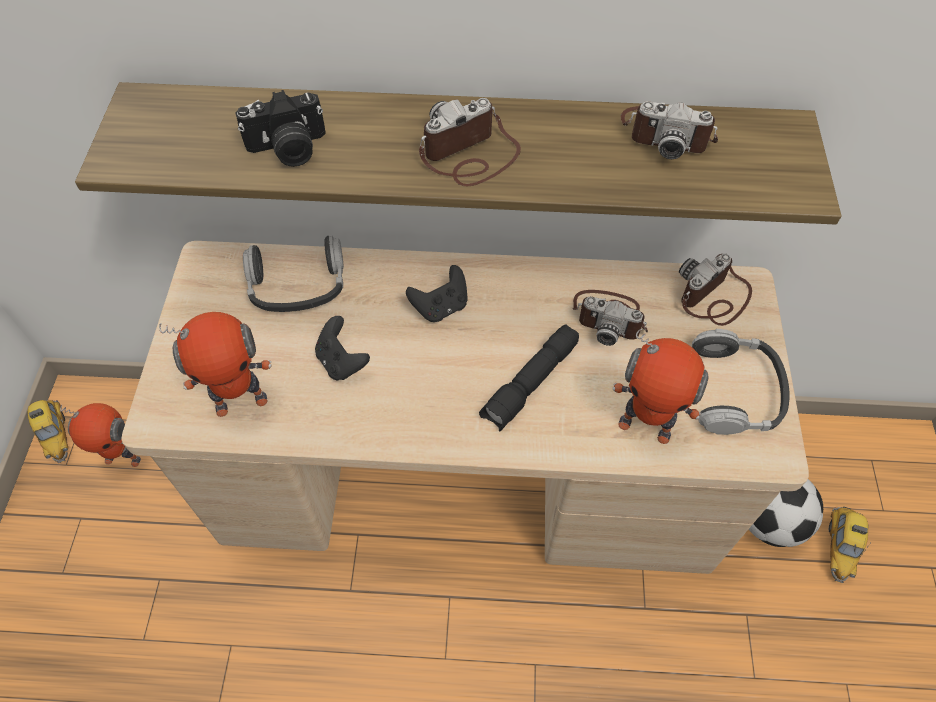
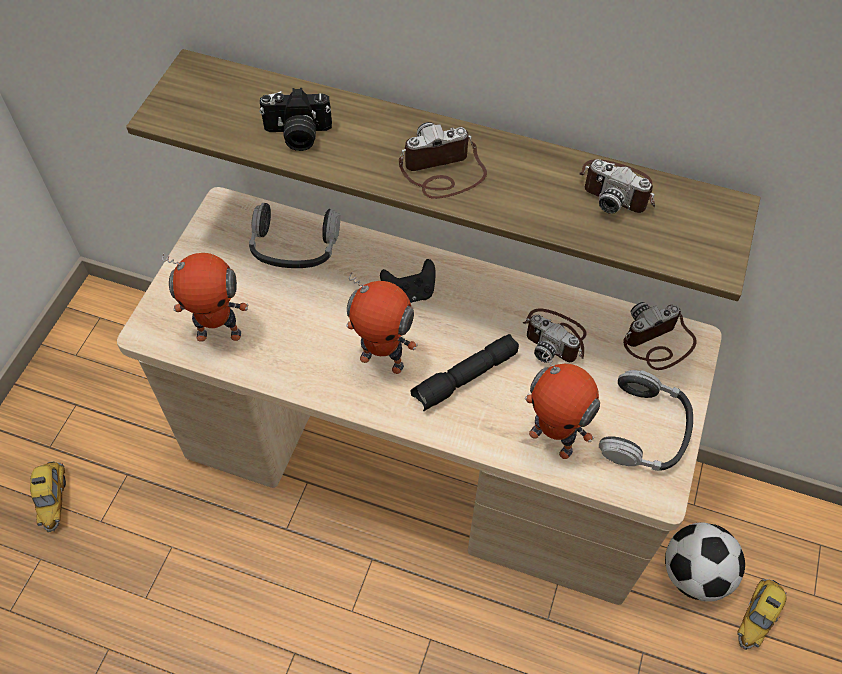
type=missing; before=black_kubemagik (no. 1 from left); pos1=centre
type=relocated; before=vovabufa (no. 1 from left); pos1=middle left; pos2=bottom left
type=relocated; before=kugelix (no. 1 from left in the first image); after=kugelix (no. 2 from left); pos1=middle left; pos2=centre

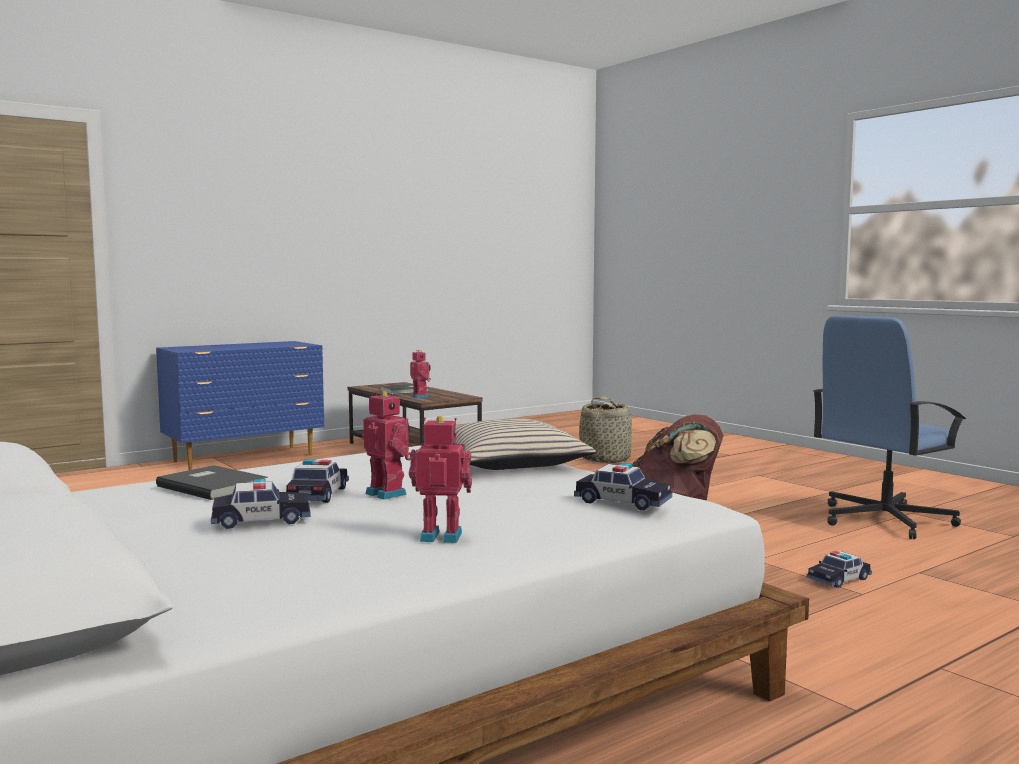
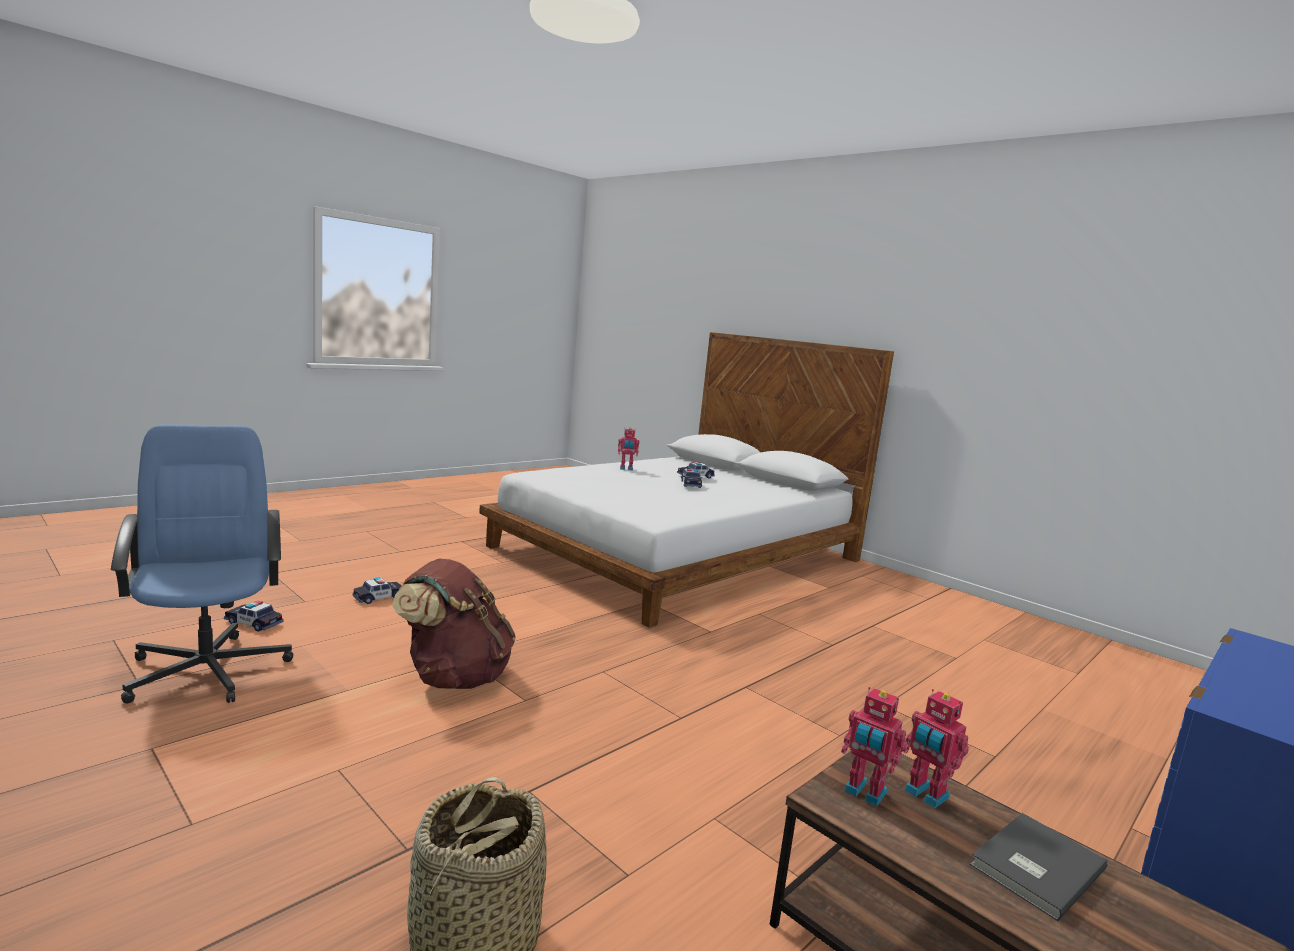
type=spun; before=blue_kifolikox; pos1=middle right; pos2=middle left; turn=-75
type=relocated; before=kugelix (no. 1 from left in the first image); after=kugelix (no. 2 from left); pos1=centre; pos2=bottom right
type=missing; before=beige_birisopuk; pos1=centre
type=relocated; before=vovabufa (no. 3 from left in the first image); after=vovabufa (no. 1 from left); pos1=centre; pos2=middle left
type=missing; before=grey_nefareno (no. 1 from left); pos1=middle left

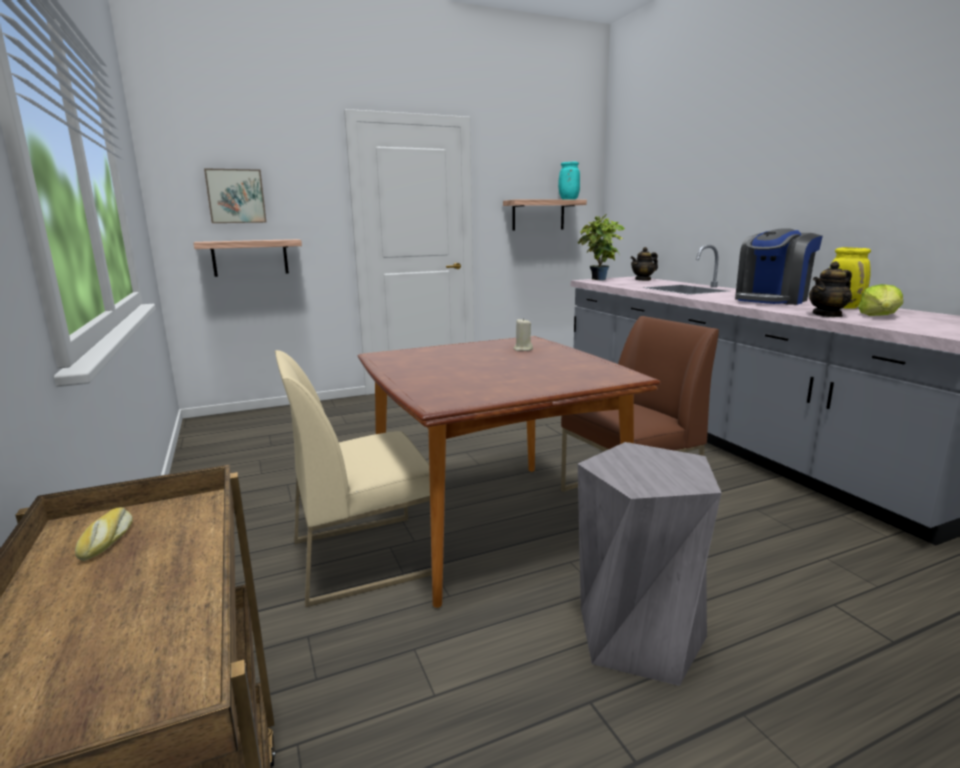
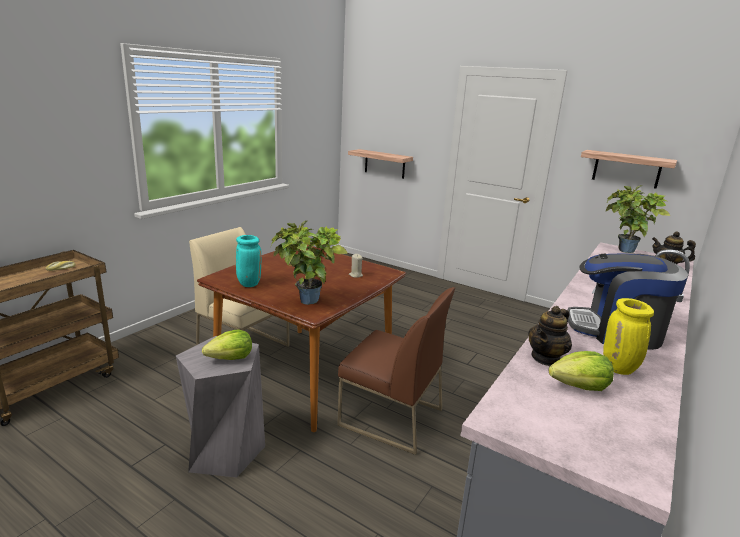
type=relocated; before=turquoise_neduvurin; pos1=top centre; pos2=centre
type=missing; before=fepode; pos1=top left
type=spun; before=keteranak (no. 2 from left in the first image); pos1=middle right; pos2=middle right; turn=-75
type=appeared; after=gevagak (no. 1 from left); pos2=centre
type=appeared; after=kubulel (no. 1 from left); pos2=middle left

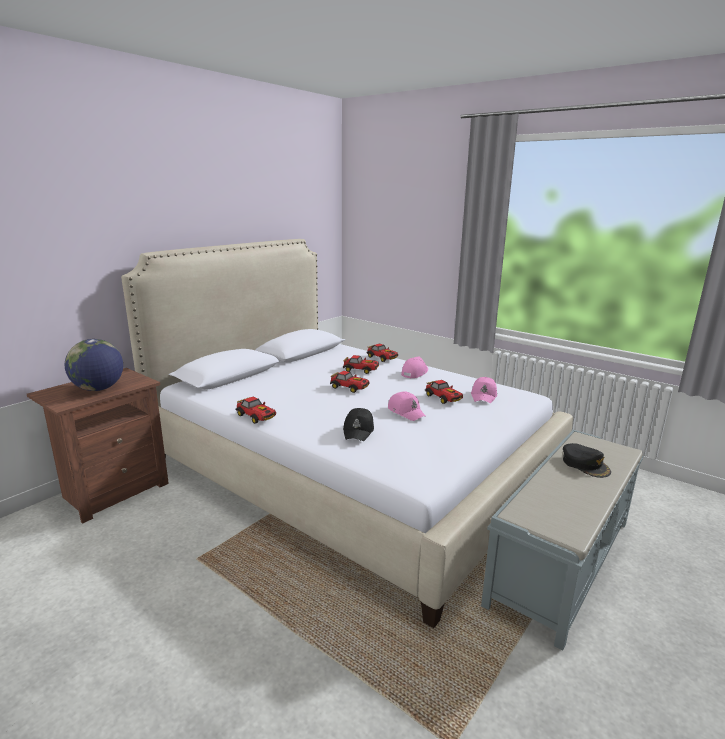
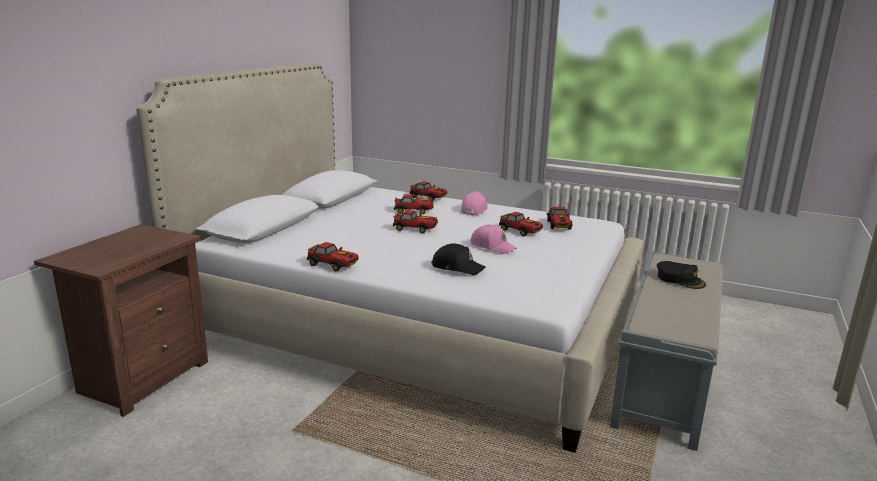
type=missing; before=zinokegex; pos1=middle left
type=exchanged; before=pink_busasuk (no. 3 from left); after=vovabufa (no. 6 from left); pos1=middle right; pos2=centre
type=spun; before=black_busasuk (no. 1 from left); pos1=centre; pos2=centre; turn=-60

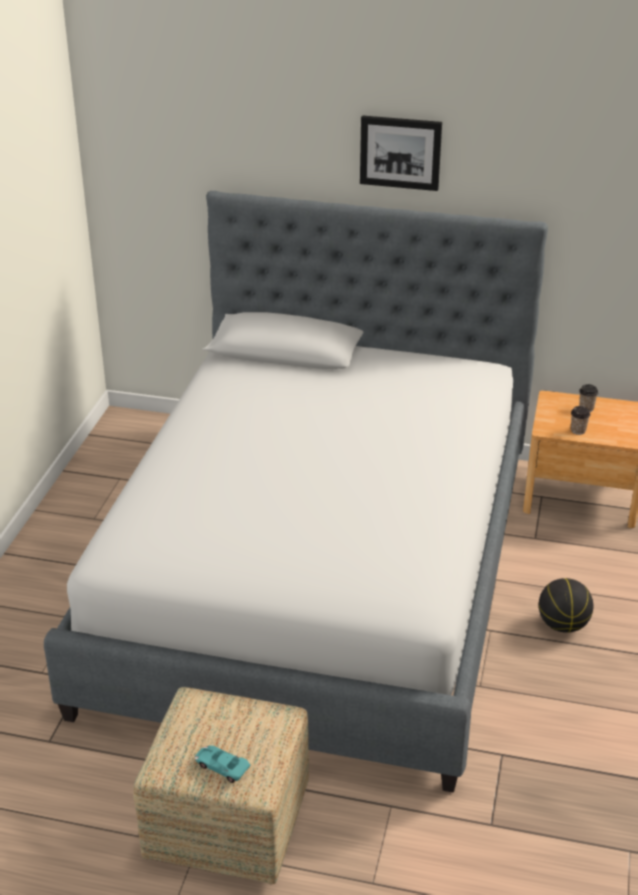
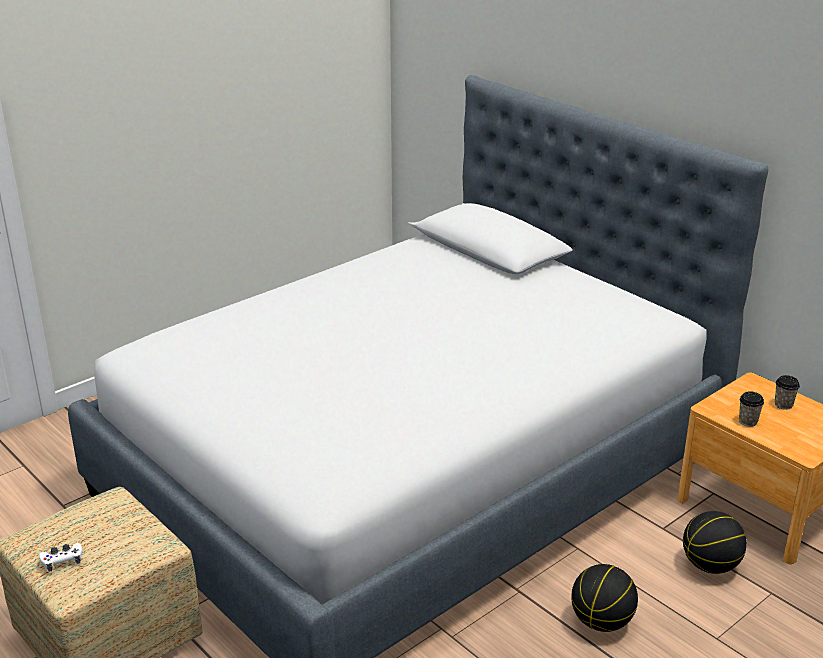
type=missing; before=fepode; pos1=top centre
type=exchanged; before=turquoise_vovabufa; after=white_kubemagik; pos1=bottom centre; pos2=bottom left
type=appeared; after=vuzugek (no. 2 from left); pos2=bottom right

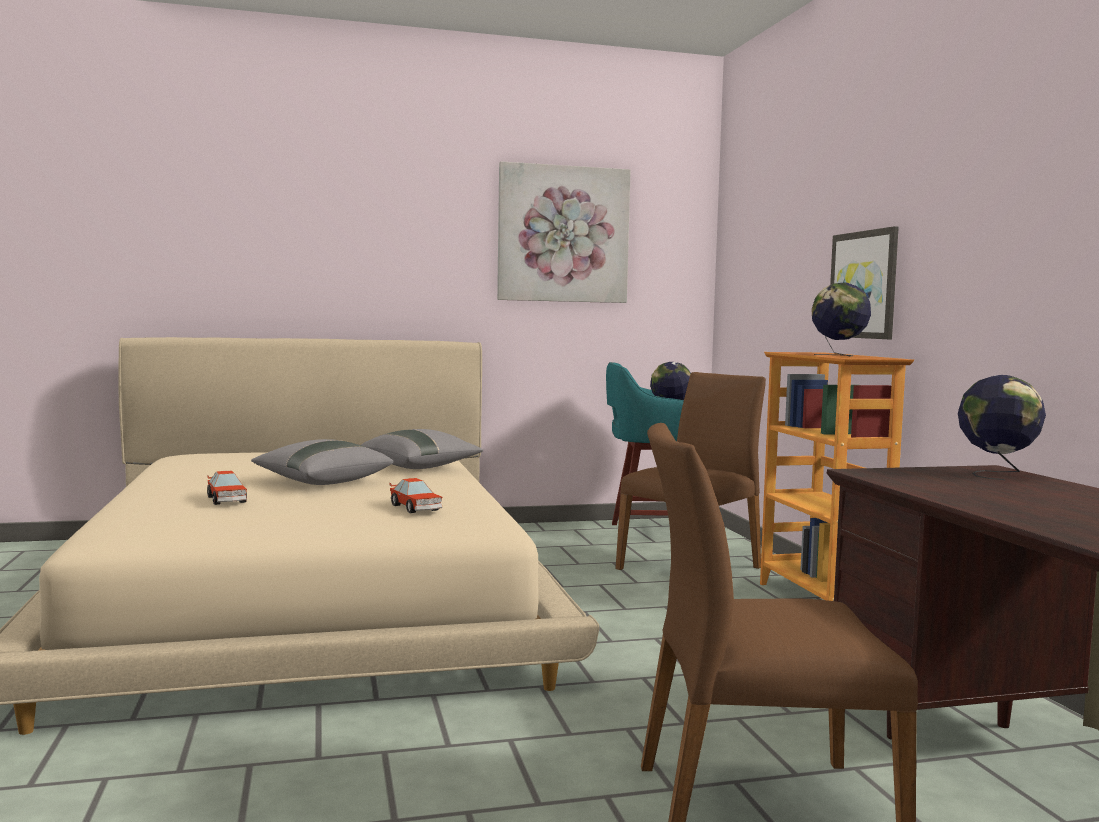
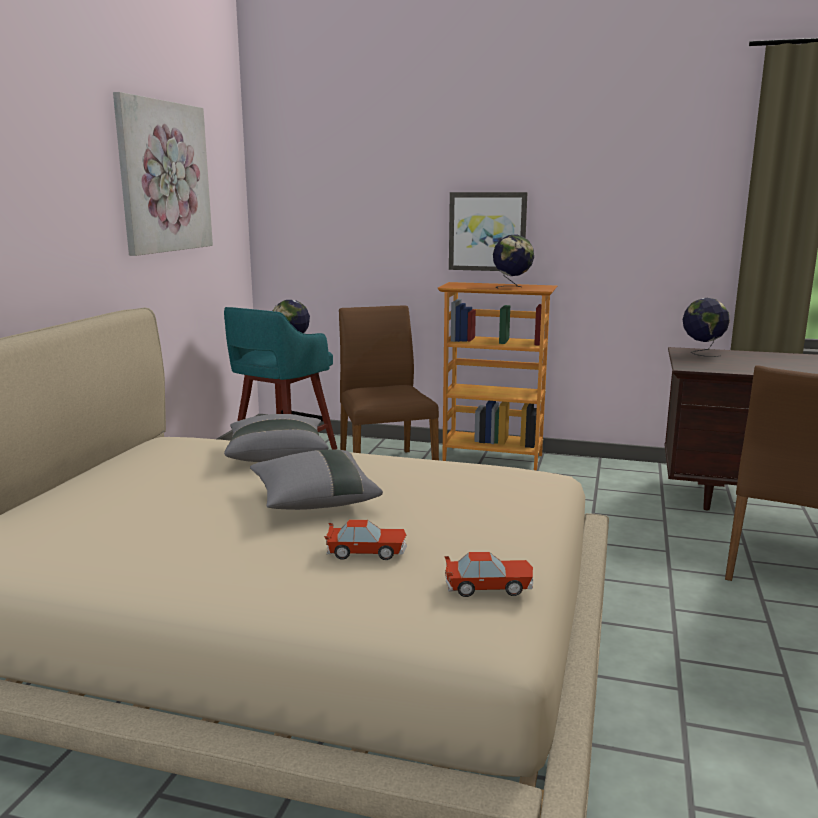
type=relocated; before=vovabufa (no. 2 from left); pos1=centre; pos2=bottom centre

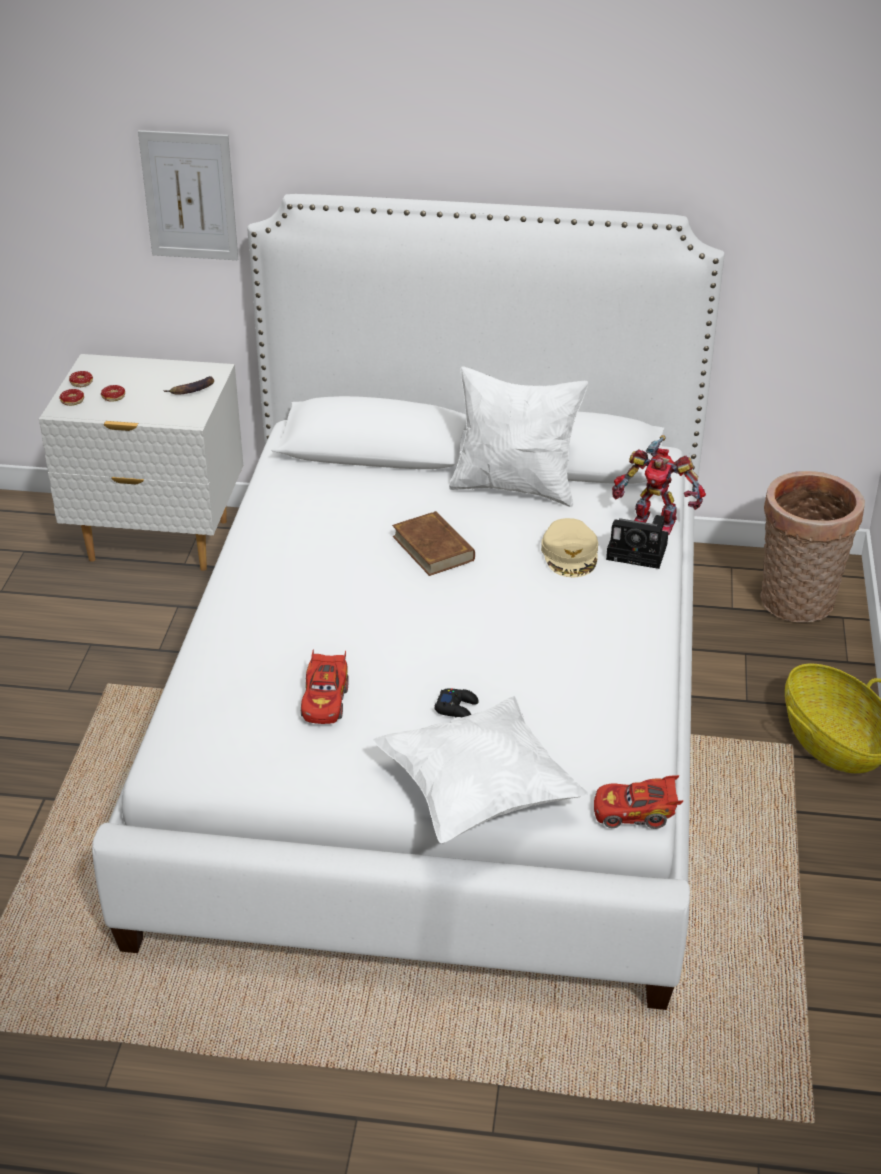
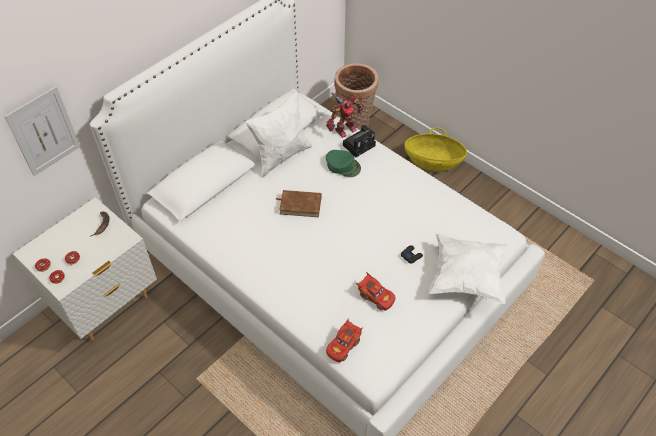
type=colour; before=beige_busasuk; after=green_busasuk; pos1=centre; pos2=centre
type=relocated; before=red_vovabufa (no. 2 from left in the first image); after=red_vovabufa (no. 1 from left); pos1=bottom right; pos2=bottom centre

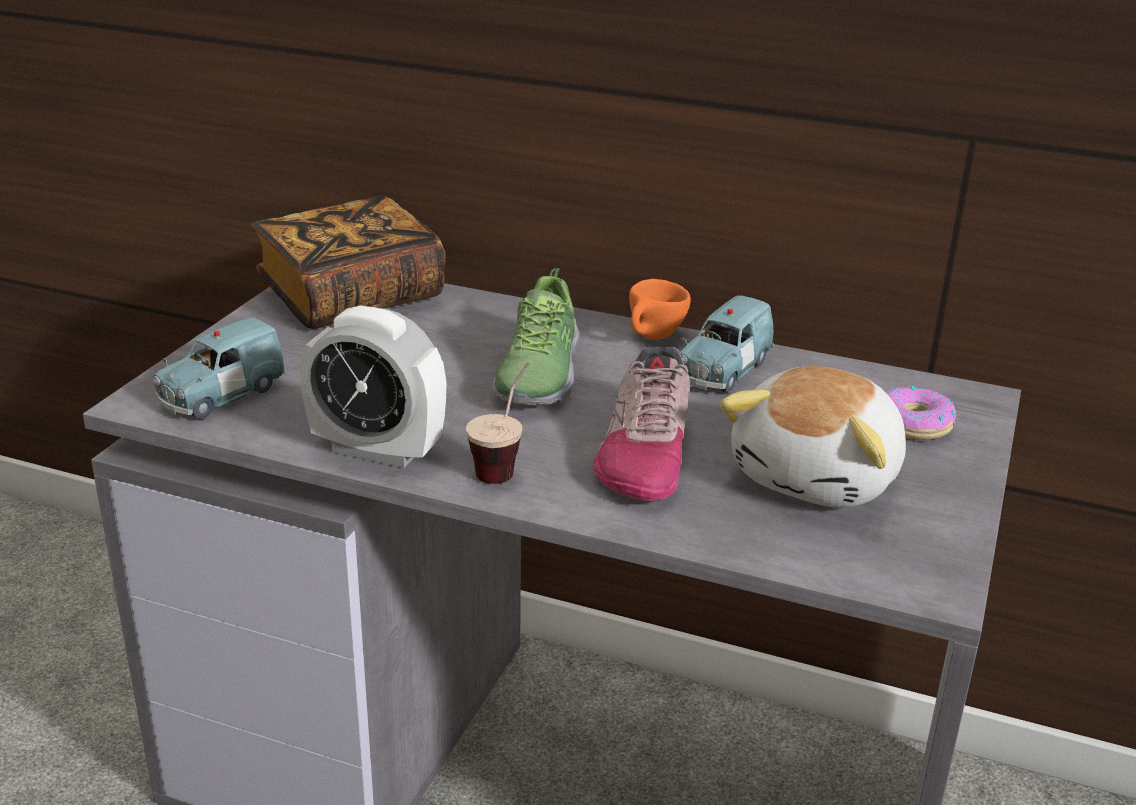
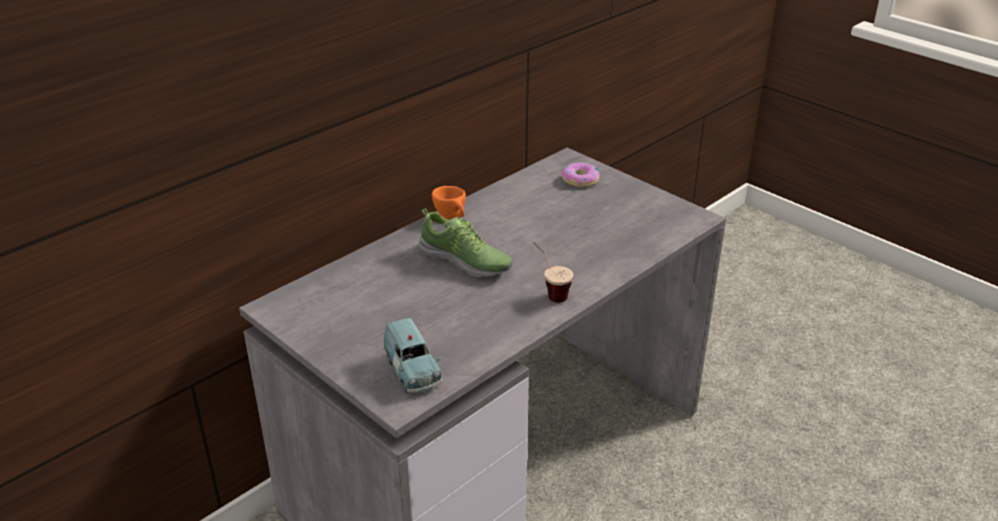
type=missing; before=nefareno; pos1=top left
type=missing; before=blue_vovabufa (no. 2 from left); pos1=centre
type=missing; before=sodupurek; pos1=middle left
type=missing; before=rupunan (no. 2 from left); pos1=centre
type=missing; before=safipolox; pos1=middle right

